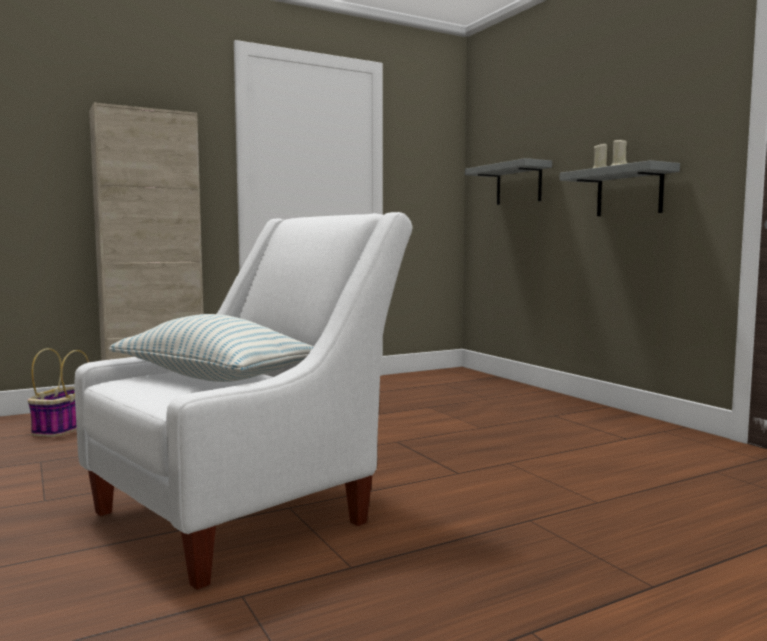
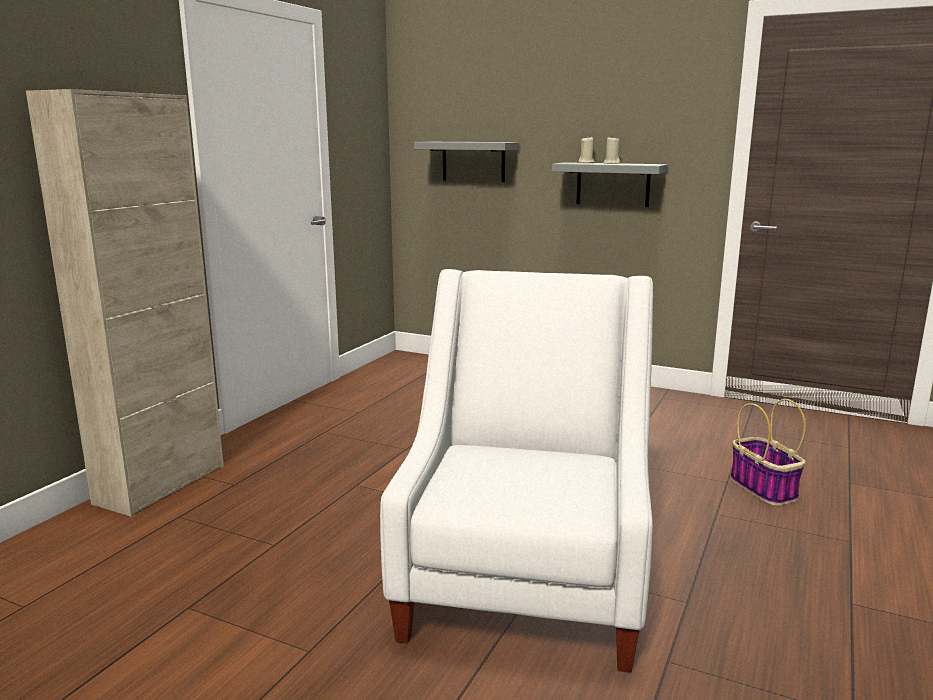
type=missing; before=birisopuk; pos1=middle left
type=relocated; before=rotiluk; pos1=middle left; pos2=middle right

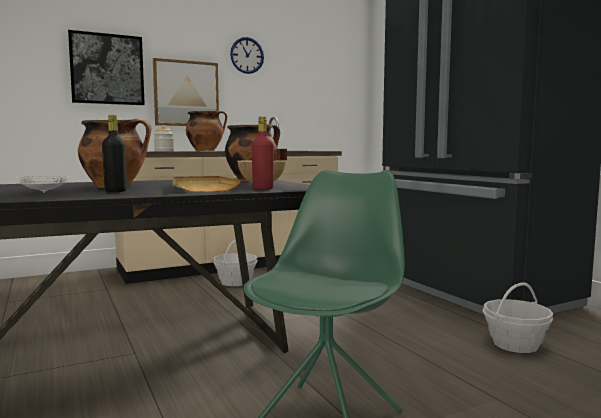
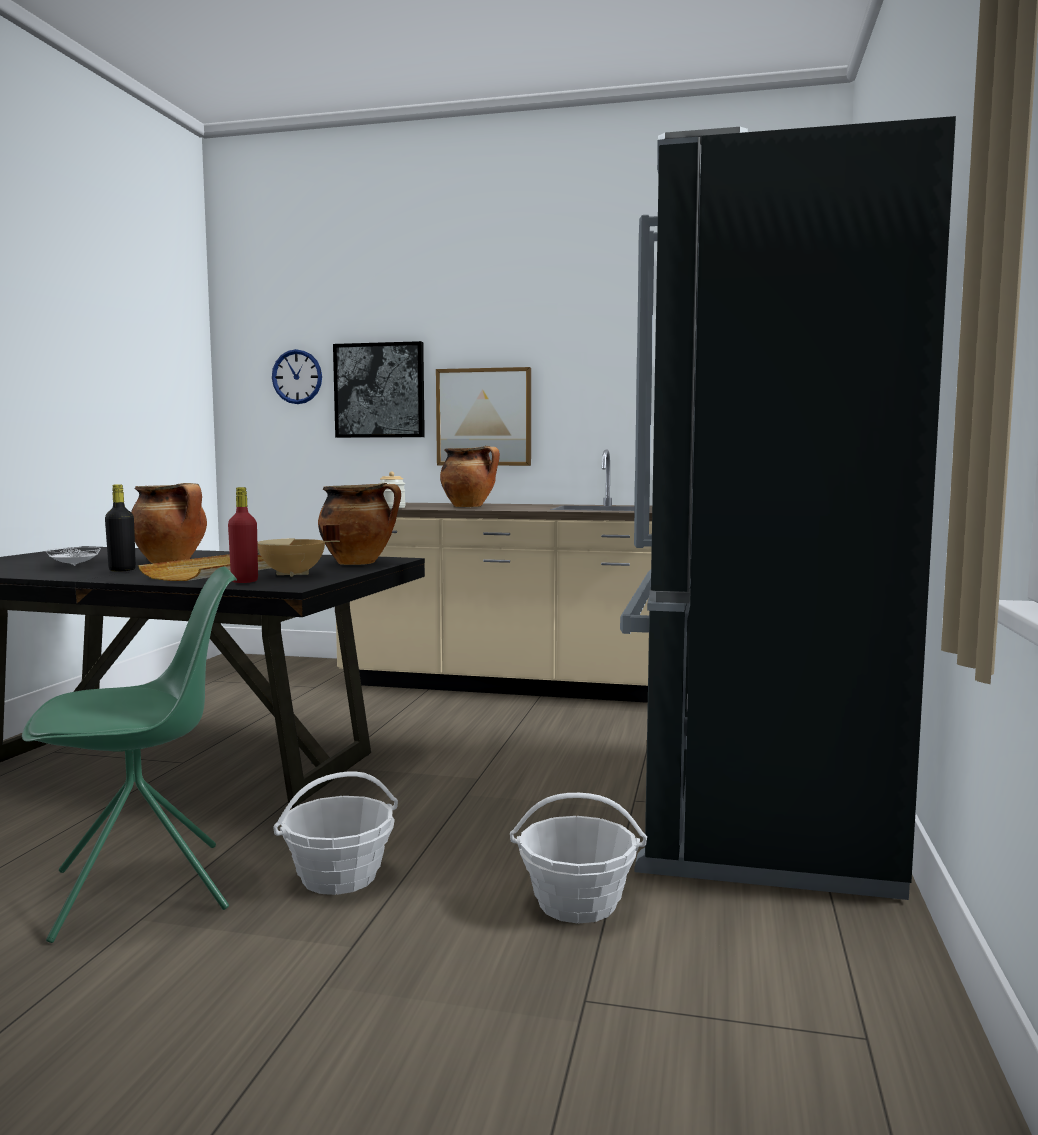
type=relocated; before=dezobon; pos1=top centre; pos2=top left
type=relocated; before=rotiluk (no. 1 from left); pos1=centre; pos2=bottom left

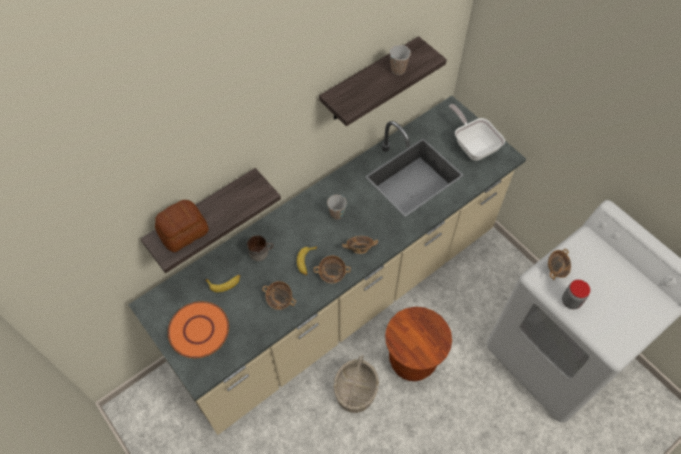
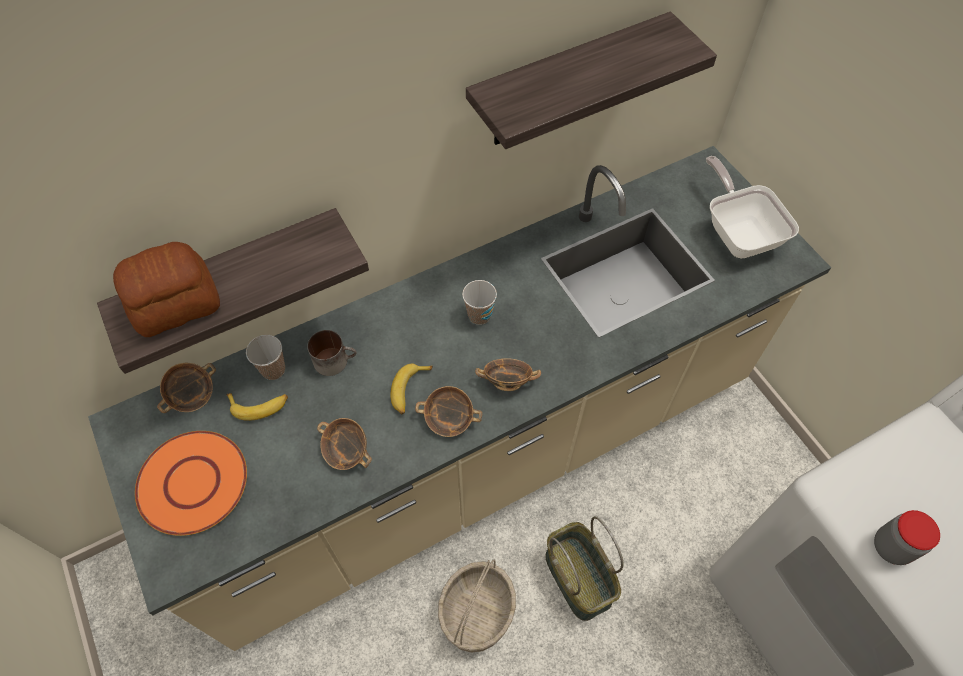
type=relocated; before=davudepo (no. 2 from left in the first image); after=davudepo (no. 1 from left); pos1=top centre; pos2=middle left
type=relocated; before=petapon (no. 4 from left in the first image); after=petapon (no. 1 from left); pos1=middle right; pos2=middle left
type=exchanged; before=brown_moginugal; after=rotiluk (no. 2 from left); pos1=bottom centre; pos2=bottom centre

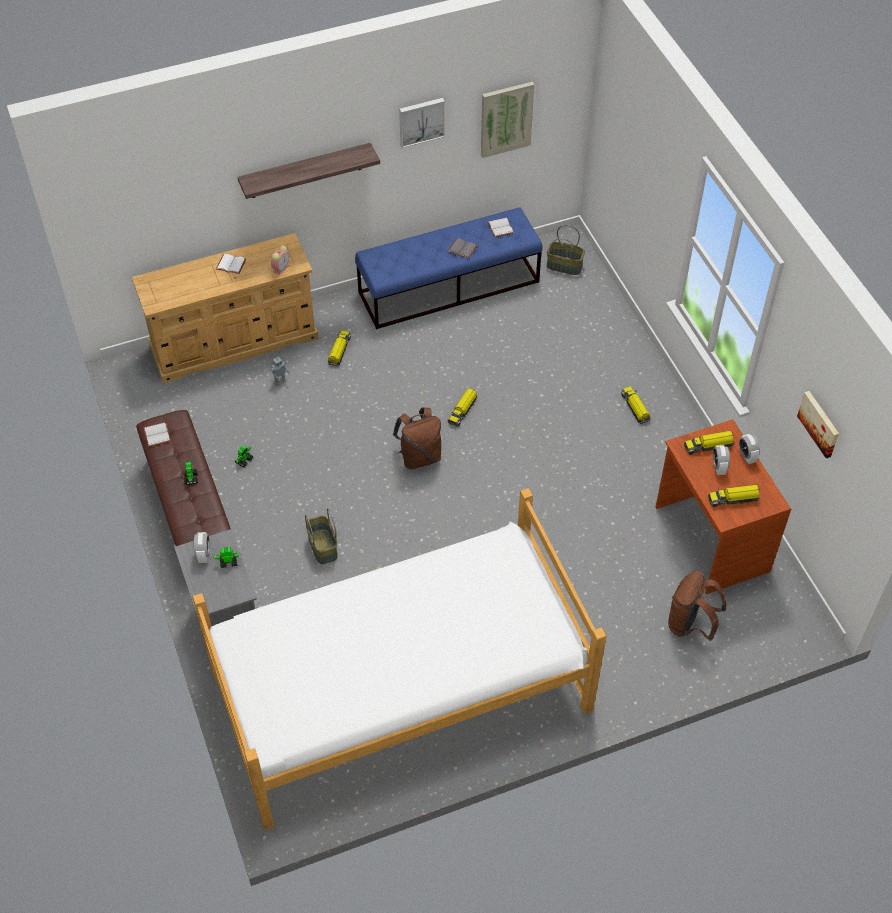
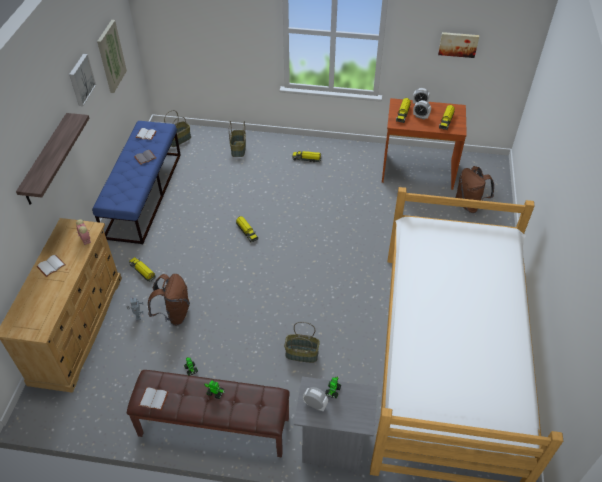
type=relocated; before=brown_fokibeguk (no. 1 from left); pos1=centre; pos2=middle left
type=appeared; after=rotiluk (no. 2 from left); pos2=top centre

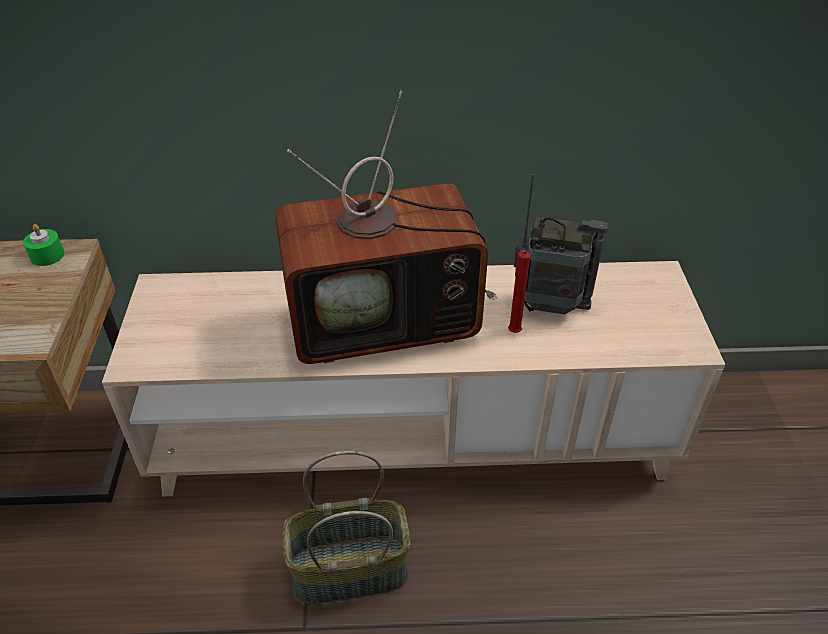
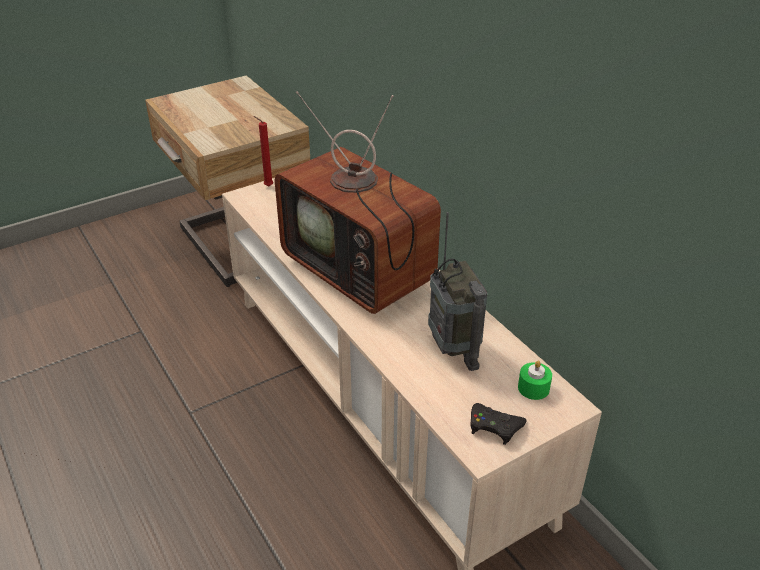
type=relocated; before=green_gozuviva; pos1=middle left; pos2=bottom right
type=relocated; before=red_gozuviva; pos1=centre; pos2=top centre
type=missing; before=rotiluk; pos1=bottom centre
type=appeared; after=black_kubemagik; pos2=bottom centre

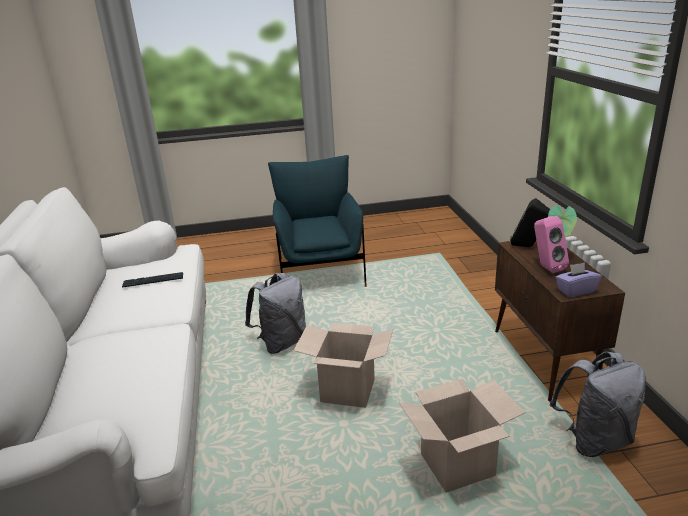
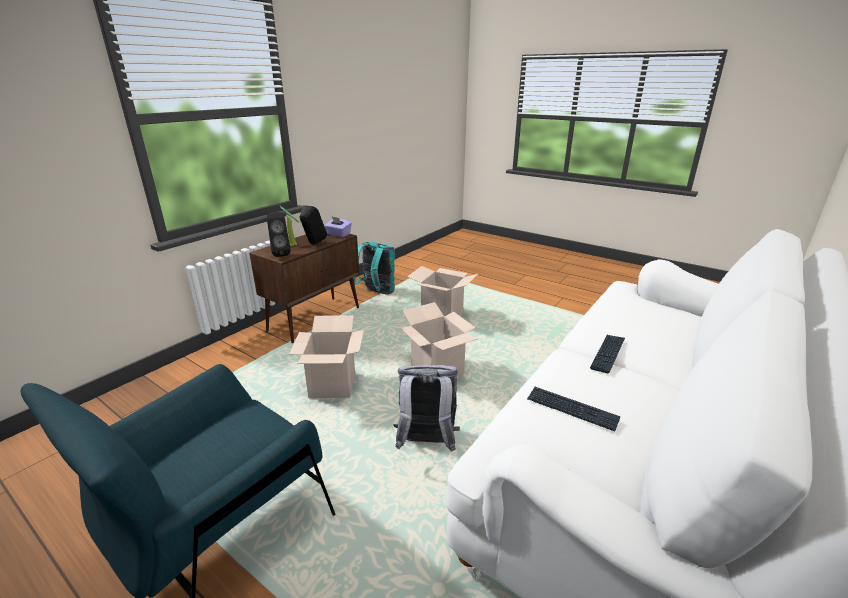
type=colour; before=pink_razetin; after=black_razetin (no. 2 from left); pos1=middle right; pos2=centre
type=colour; before=grey_fokibeguk (no. 2 from left); after=turquoise_fokibeguk; pos1=bottom right; pos2=centre
type=appeared; after=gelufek (no. 1 from left); pos2=centre
type=appeared; after=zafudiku (no. 2 from left); pos2=middle right

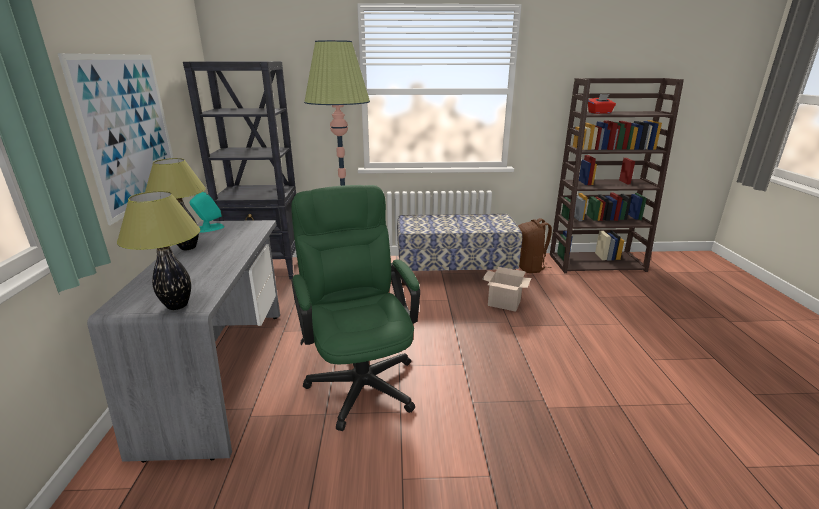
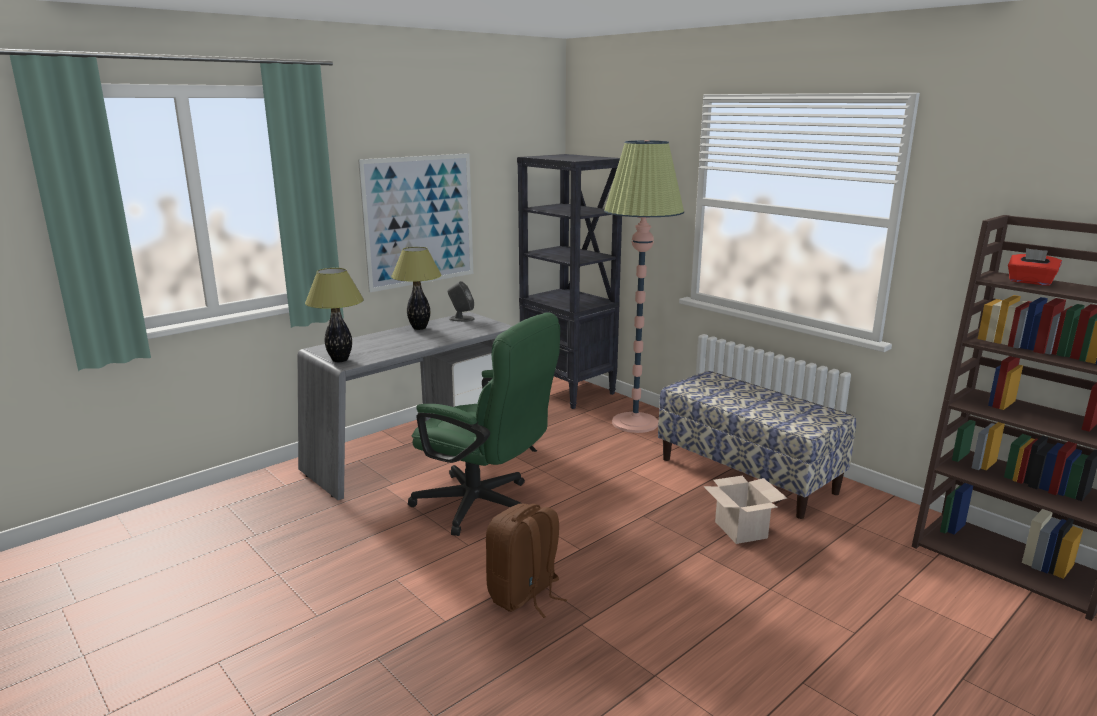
type=spun; before=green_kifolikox; pos1=centre; pos2=centre; turn=90
type=colour; before=turquoise_razetin; after=grey_razetin; pos1=middle left; pos2=centre
type=relocated; before=brown_fokibeguk; pos1=centre; pos2=bottom centre

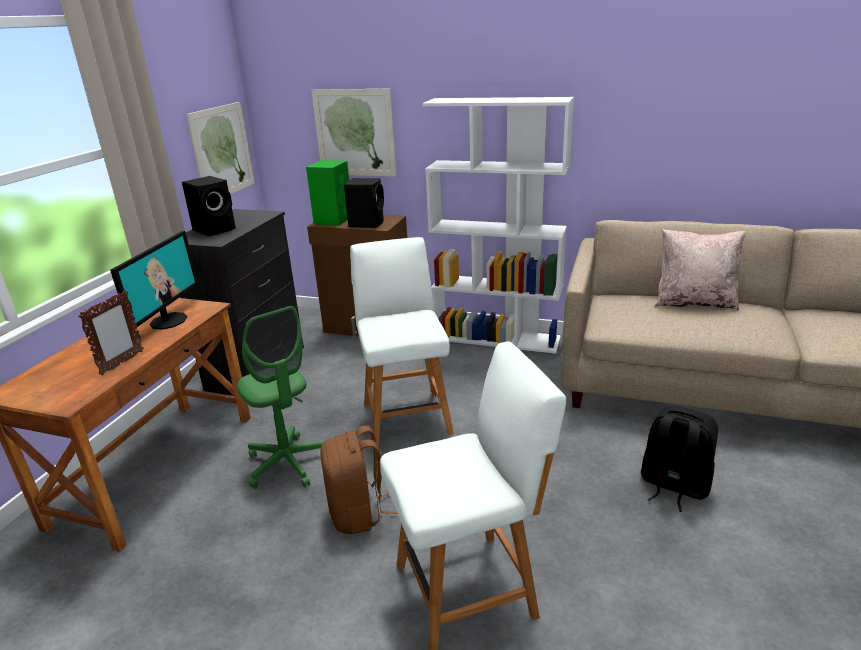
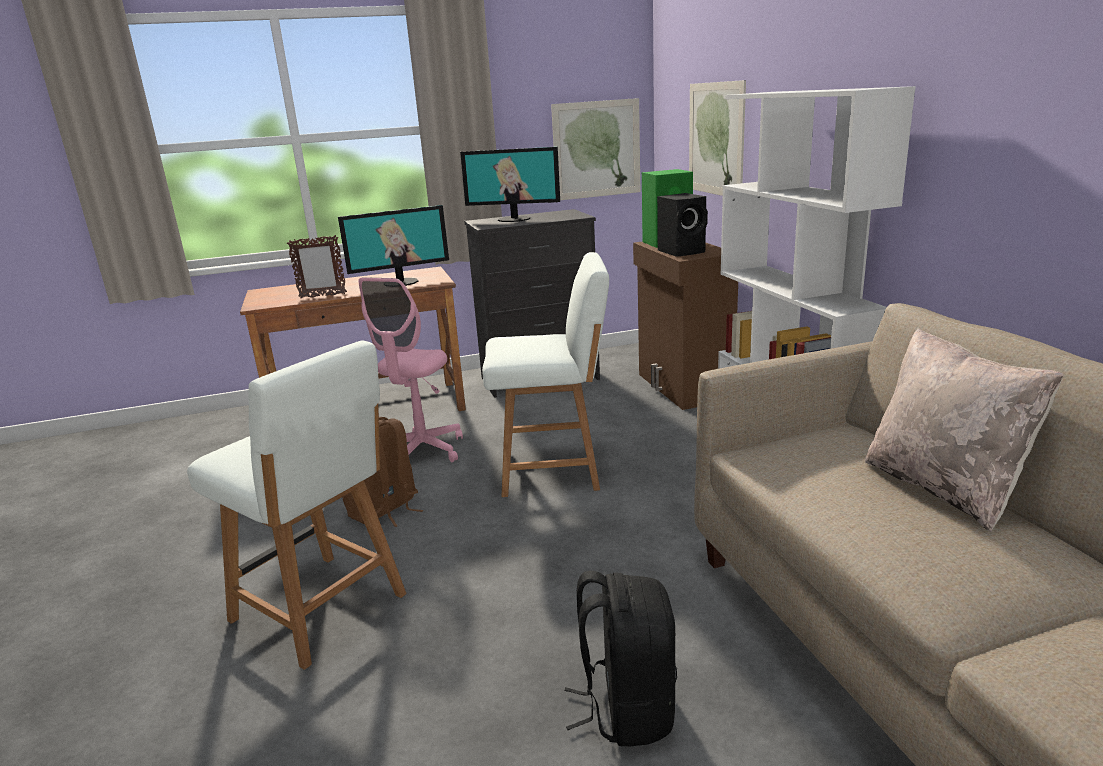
type=exchanged; before=black_razetin (no. 1 from left); after=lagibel (no. 2 from left); pos1=top left; pos2=top centre
type=spun; before=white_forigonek (no. 1 from left in the first image); pos1=centre; pos2=centre; turn=45
type=colour; before=green_kifolikox; after=pink_kifolikox; pos1=middle left; pos2=centre

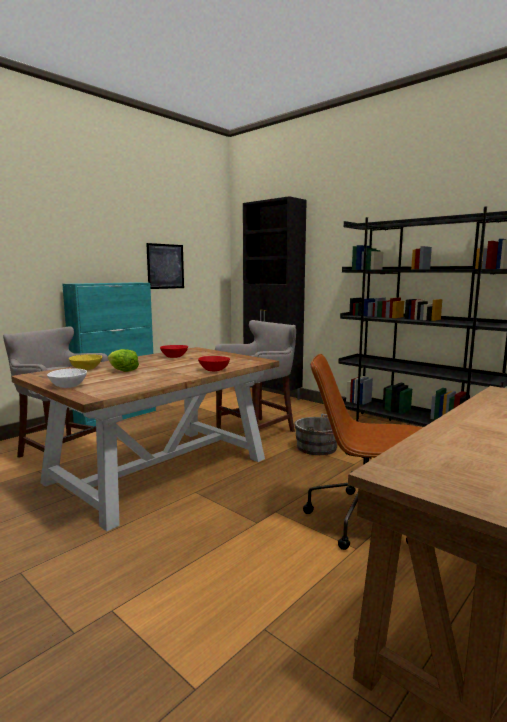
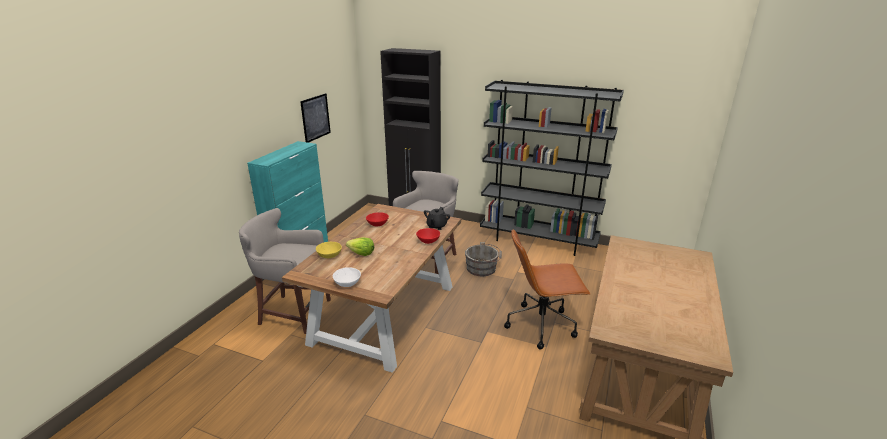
type=appeared; after=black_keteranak; pos2=centre

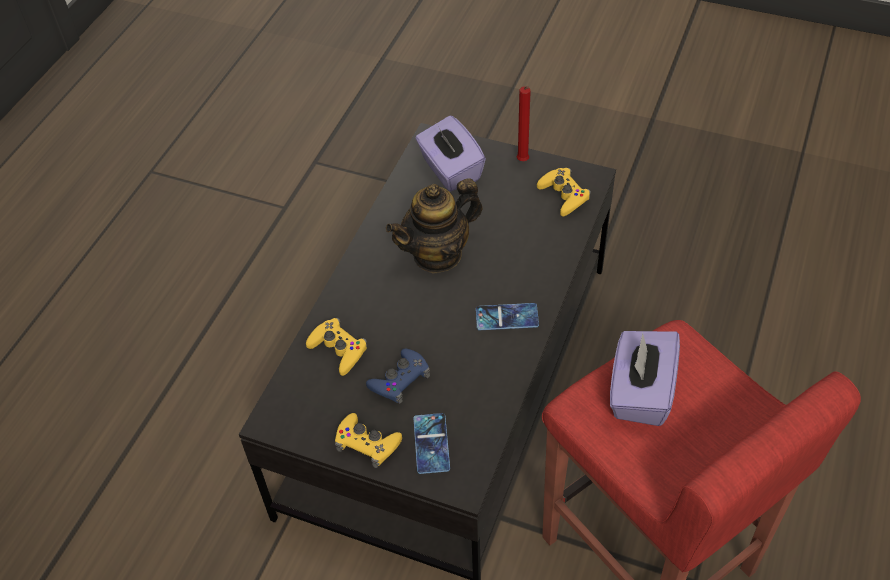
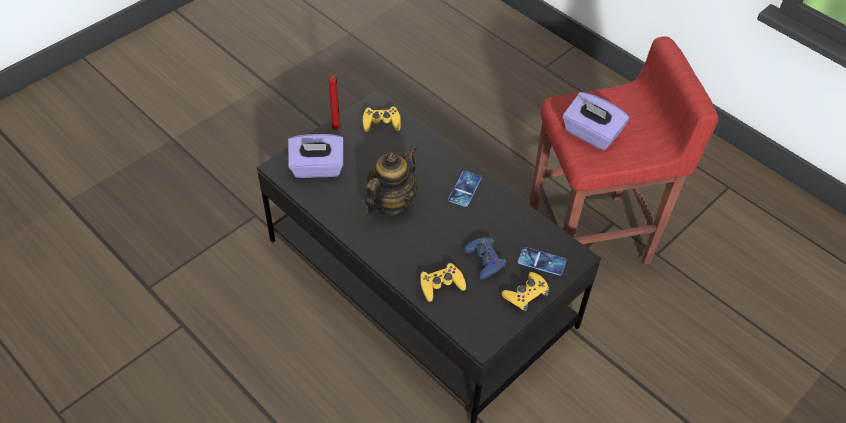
type=spun; before=keteranak; pos1=centre; pos2=centre; turn=-135

